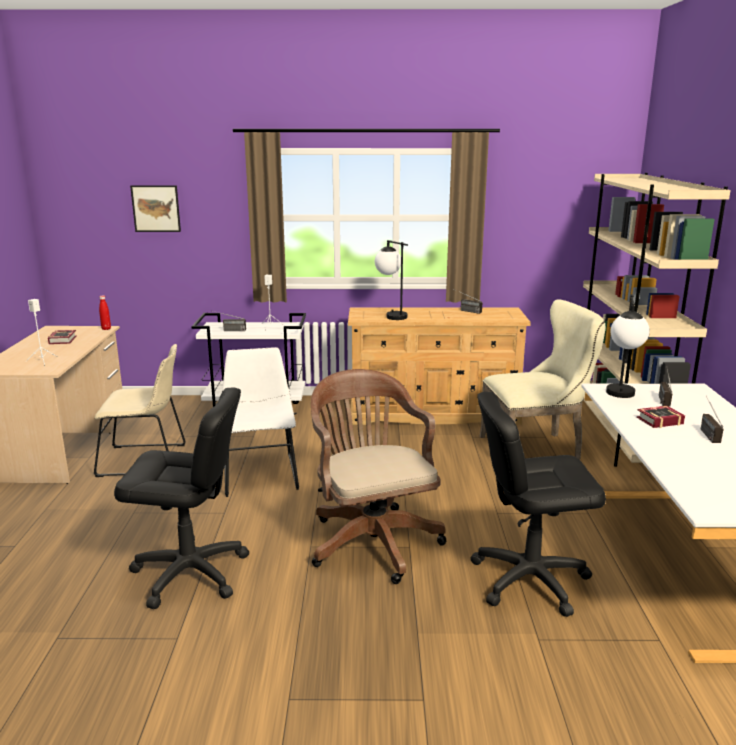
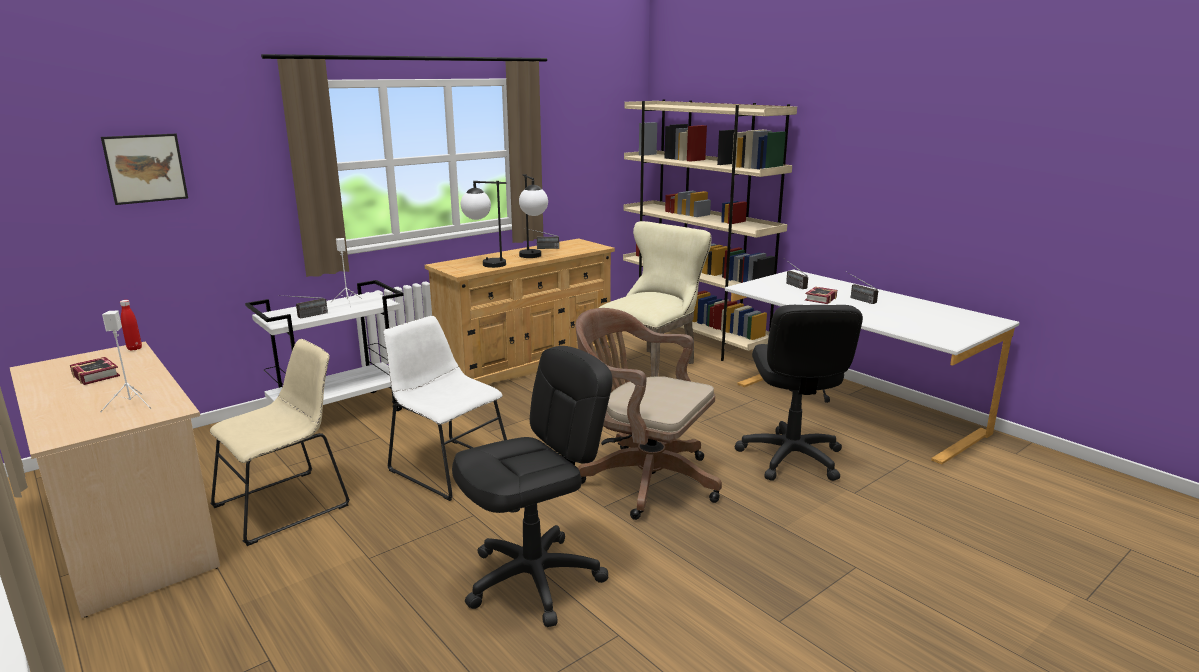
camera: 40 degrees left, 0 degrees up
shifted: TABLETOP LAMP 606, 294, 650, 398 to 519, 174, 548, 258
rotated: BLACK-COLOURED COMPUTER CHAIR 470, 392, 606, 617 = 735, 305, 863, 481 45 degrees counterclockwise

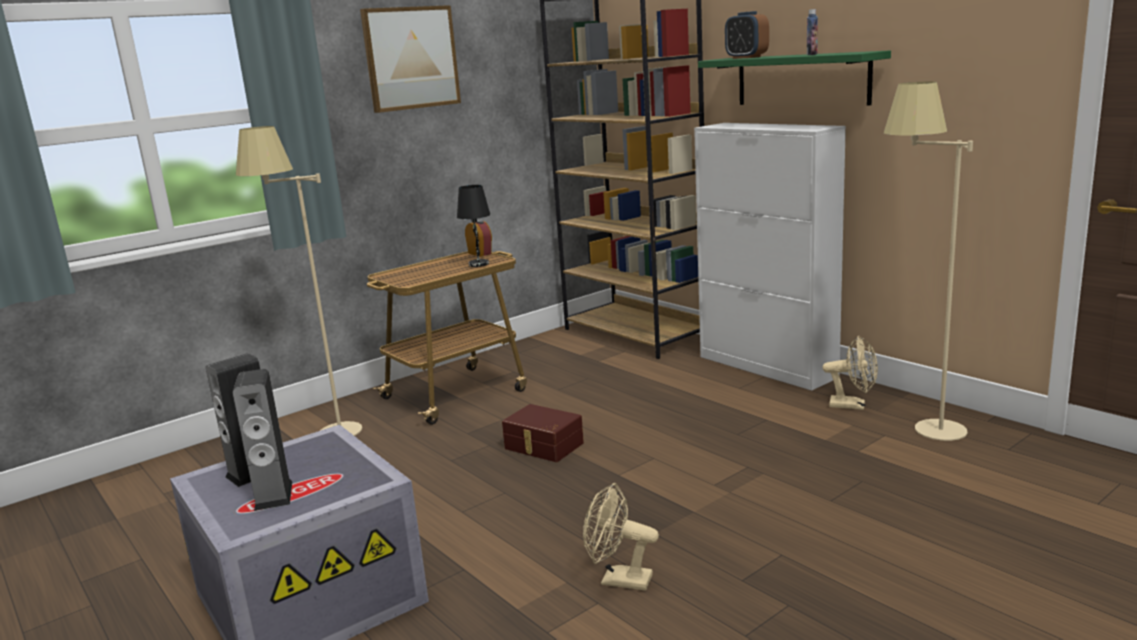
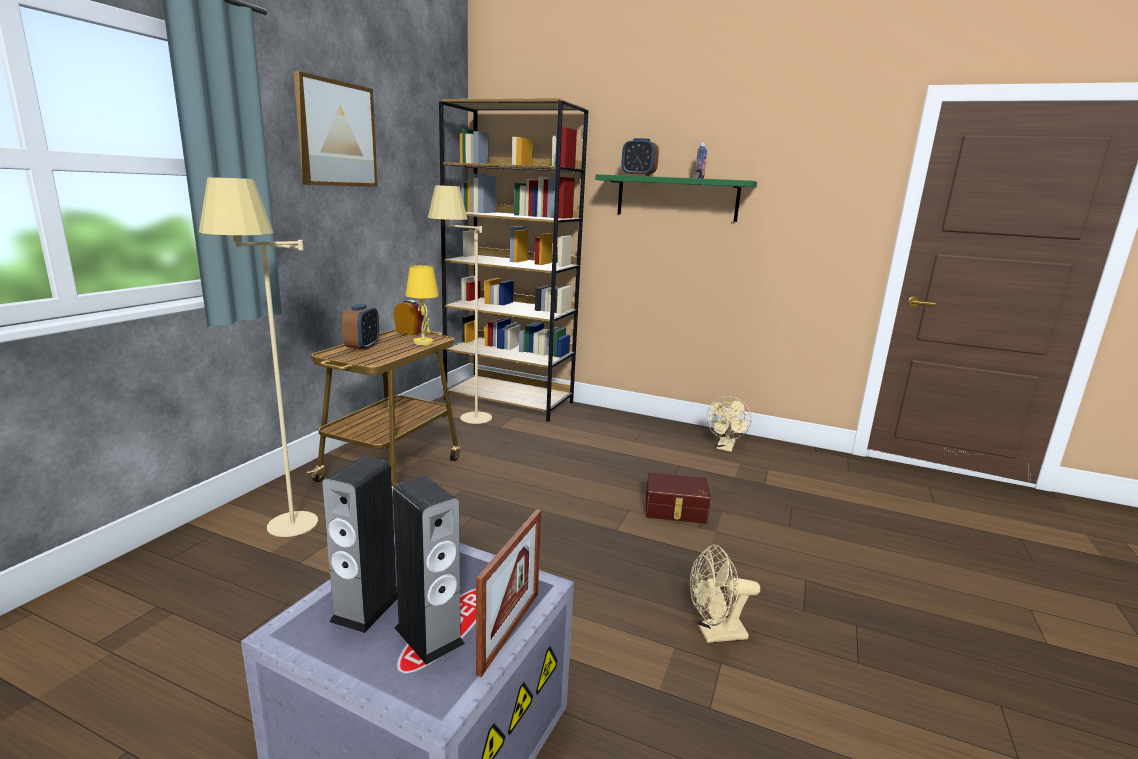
camera: 30 degrees left, 0 degrees up
gone: WHITE-COLOURED STORAGE CABINET 694, 123, 846, 390
new: ALARM CLOCK 342, 304, 379, 351; PHOTO FRAME 476, 509, 541, 677
shifted: BEIGE STANDING LAMP 884, 81, 973, 441 to 428, 185, 492, 424; BROWN STORAGE BOX 502, 404, 584, 462 to 646, 473, 711, 524
repainted: BLACK-COLOURED TABLETOP LAMP 457, 185, 490, 267 to YELLOWISH TABLETOP LAMP 405, 265, 439, 345
rotated: BEIGE COOLING FAN 822, 336, 878, 410 = 706, 396, 752, 452 120 degrees clockwise

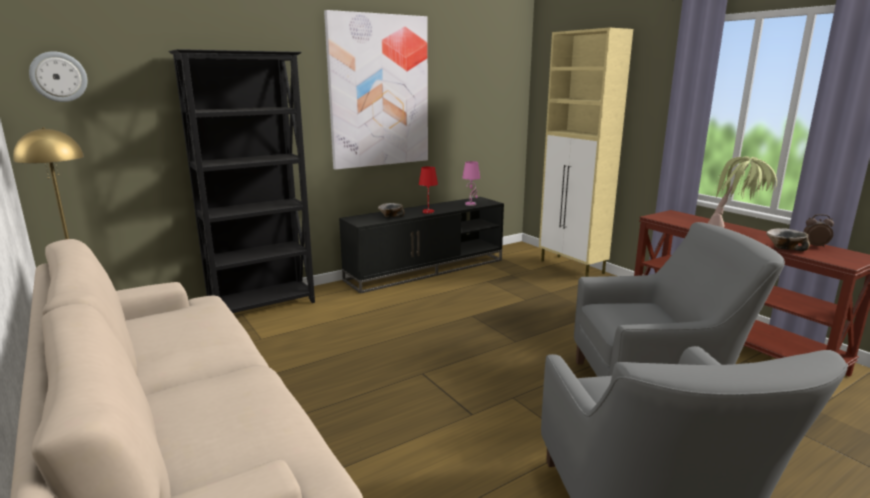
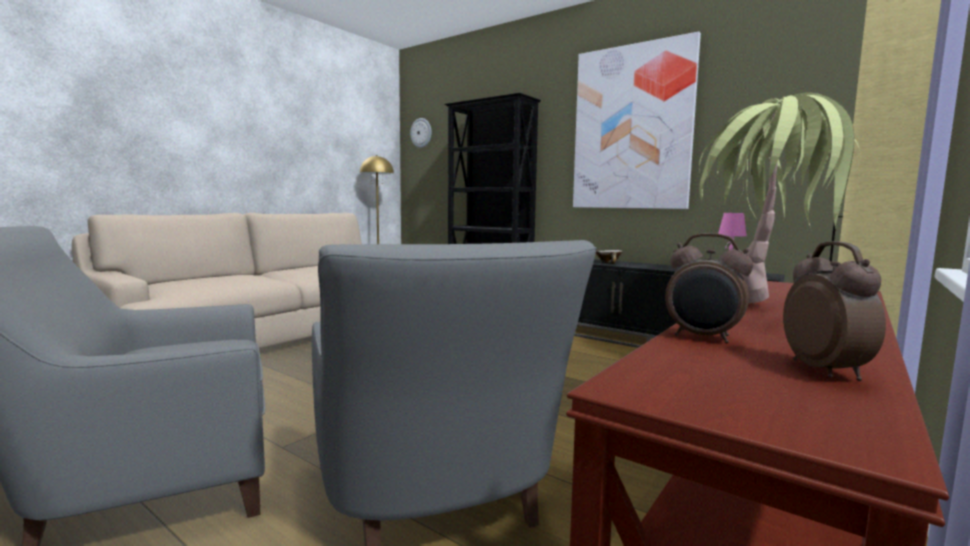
camera: 70 degrees right, 10 degrees down
gone: RED-COLOURED TABLETOP LAMP 419, 166, 438, 214
swapped: BOWL 766, 228, 810, 251 to ALARM CLOCK 665, 233, 753, 343

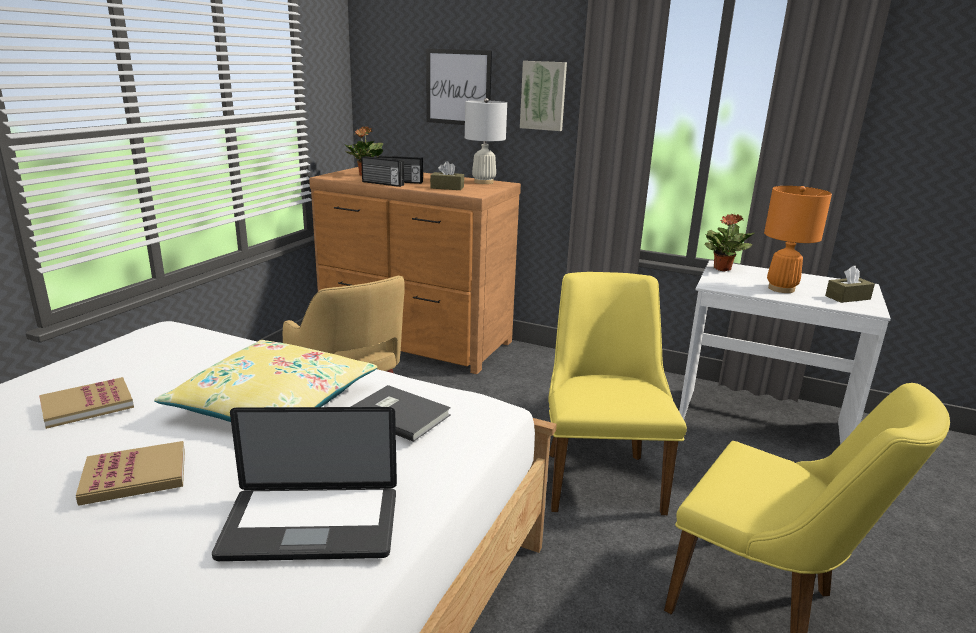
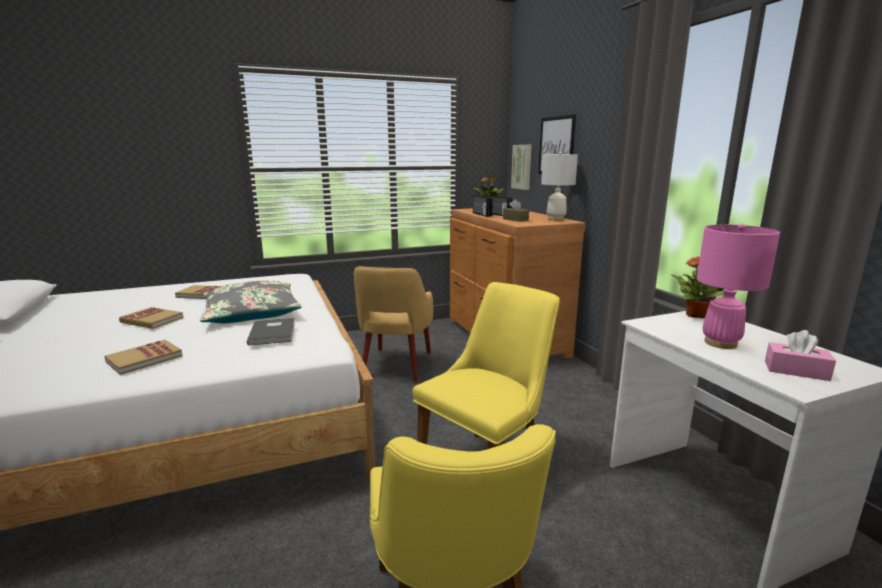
camera: 45 degrees right, 5 degrees down
shifted: WALL ART 520, 61, 567, 131 to 511, 145, 532, 190
swapped: LAPTOP 212, 407, 397, 561 to BOUND BOOK 104, 340, 183, 375
repainted: ORANGEY TABLETOP LAMP 764, 186, 832, 293 to PINKISH TABLETOP LAMP 697, 224, 780, 349; BROWN BOX OF TISSUES 825, 266, 875, 303 to PINKISH BOX OF TISSUES 765, 330, 836, 381; YELLOWISH PILLOW 154, 340, 378, 422 to GRAY PILLOW 200, 280, 302, 323

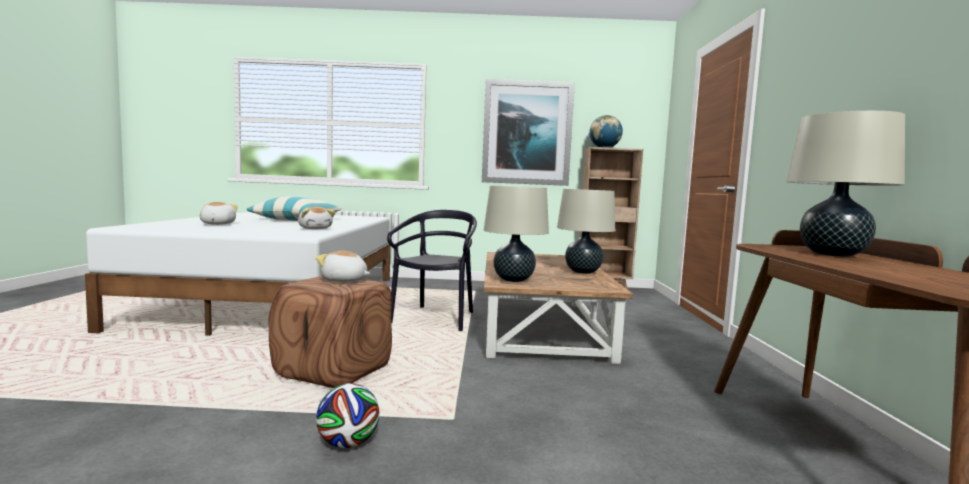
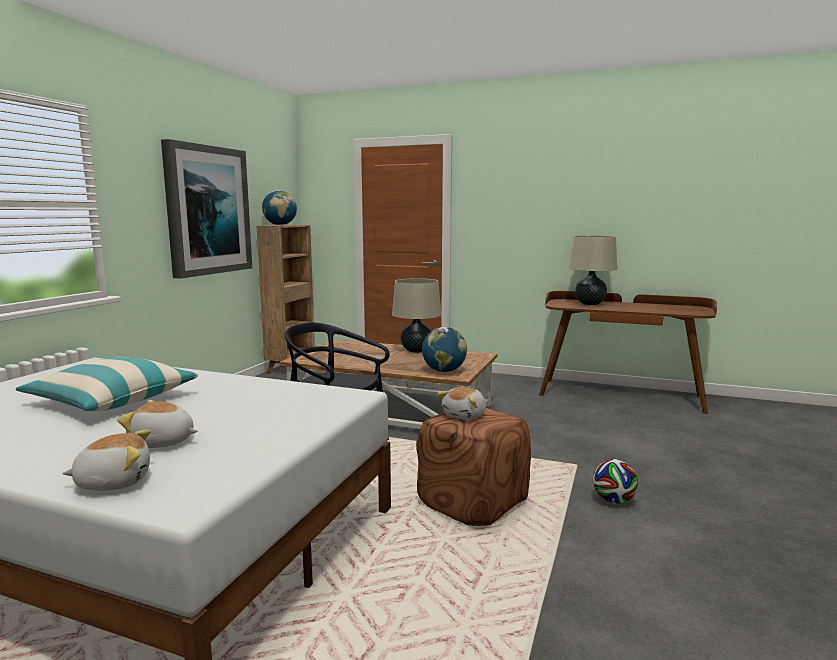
camera: 70 degrees left, 5 degrees up
shifted: PLUSH TOY 298, 207, 335, 229 to 62, 430, 150, 491
swapped: BEIGE TABLETOP LAMP 484, 186, 549, 282 to DESK GLOBE 422, 327, 467, 372

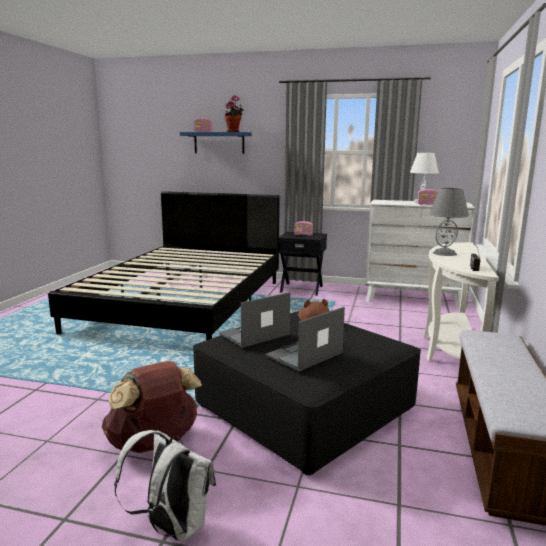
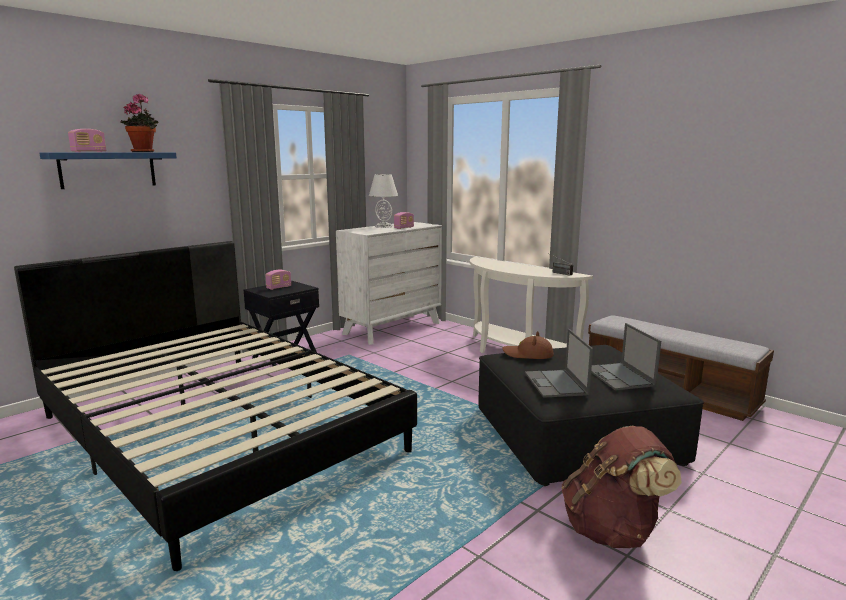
camera: 60 degrees left, 0 degrees up
gone: GRAY TABLETOP LAMP 429, 188, 469, 256; WHITE-COLOURED KNAPSACK 114, 430, 216, 542

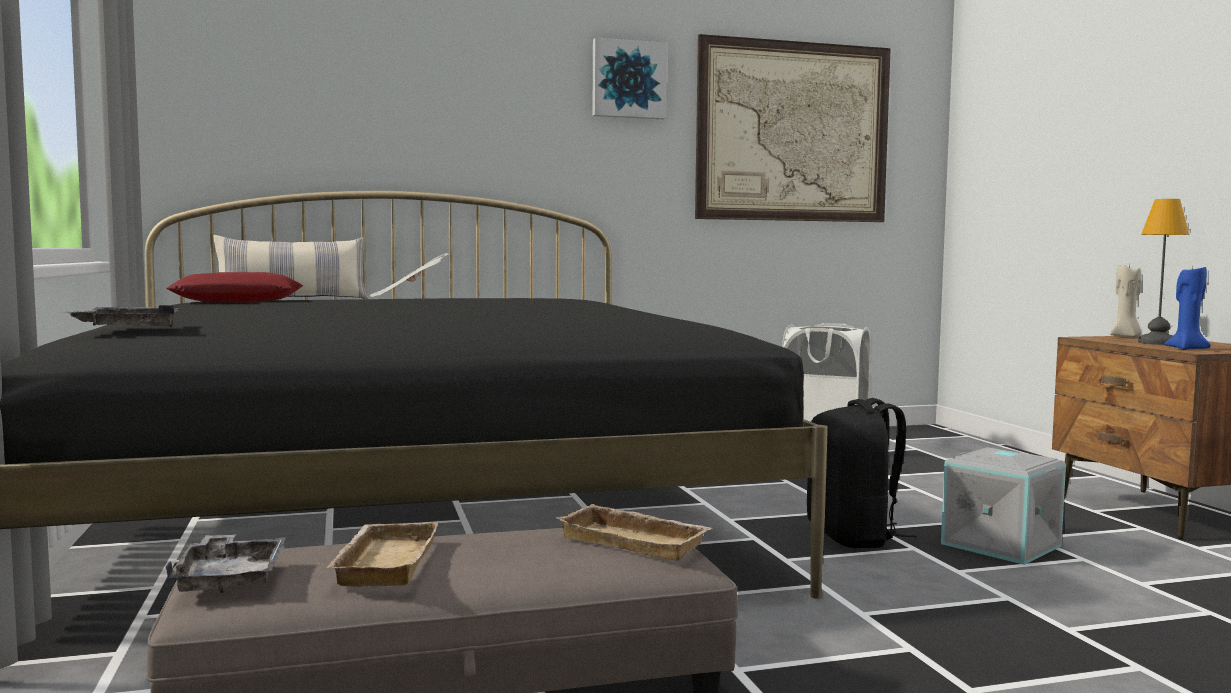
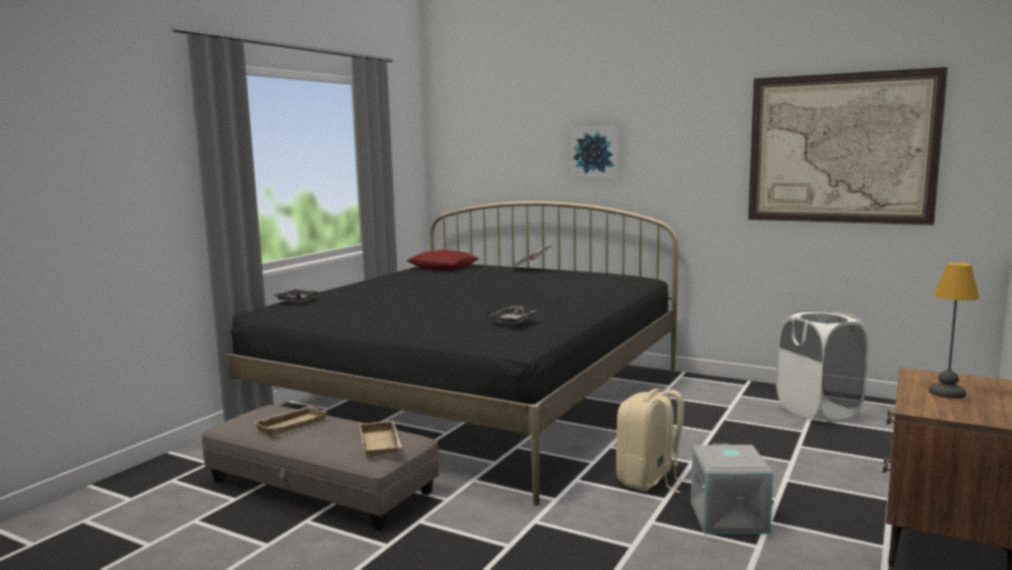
camera: 45 degrees right, 5 degrees up
gone: PILLOW 214, 235, 368, 299; BEIGE CANDLE 1109, 265, 1142, 337; BLUISH CANDLE 1164, 265, 1211, 350
shifted: WALL ART 592, 38, 667, 119 to 571, 126, 620, 178; GRAY CARRYING TRAY 165, 534, 286, 593 to 486, 306, 537, 325
repainted: BLACK-COLOURED KNAPSACK 807, 398, 917, 548 to BEIGE KNAPSACK 616, 389, 691, 493

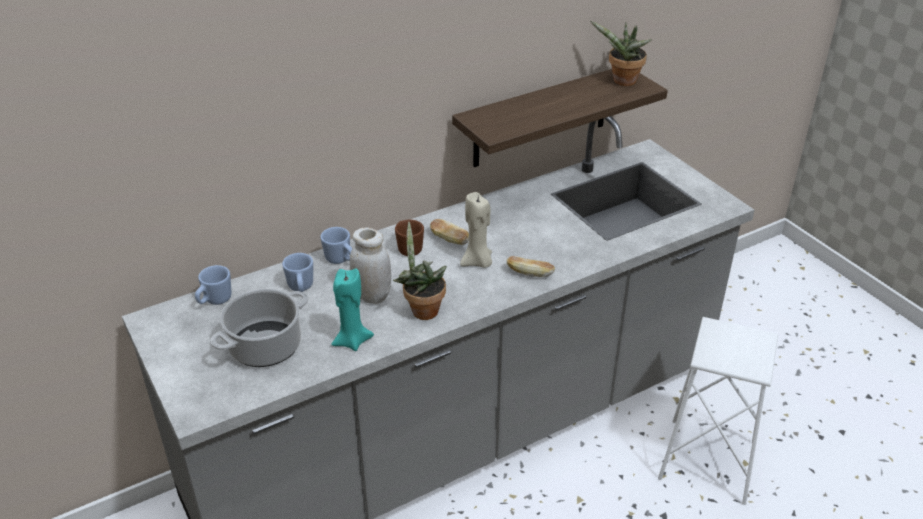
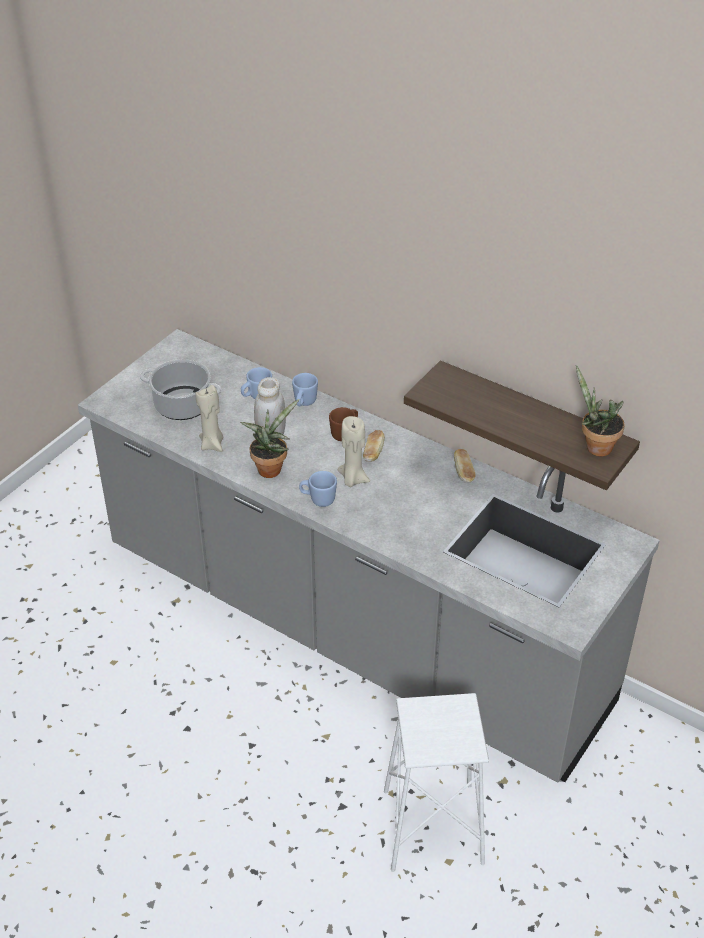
camera: 65 degrees right, 5 degrees up
shifted: BREAD 507, 256, 555, 277 to 454, 449, 475, 483; BLUISH TEA MUG 195, 265, 231, 305 to 299, 471, 337, 507
repainted: TURQUOISE-COLOURED CANDLE 331, 268, 374, 351 to BEIGE CANDLE 195, 385, 223, 452

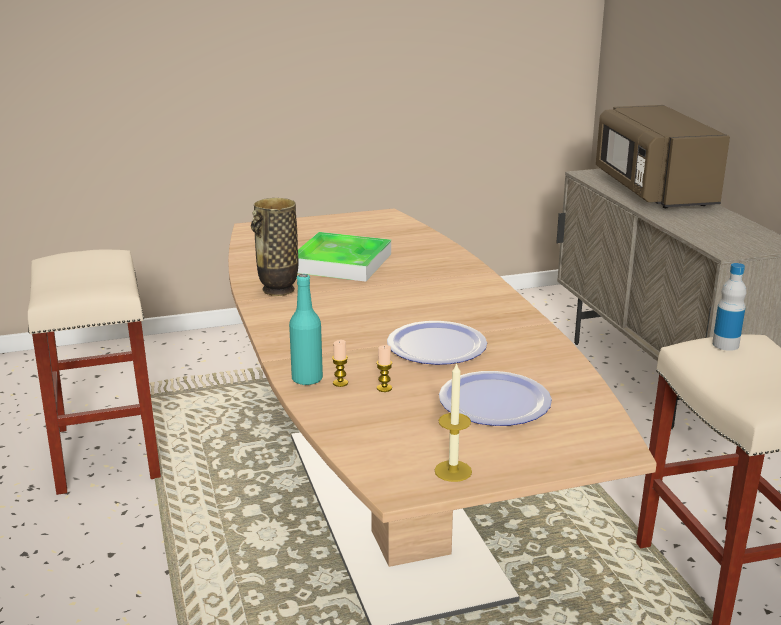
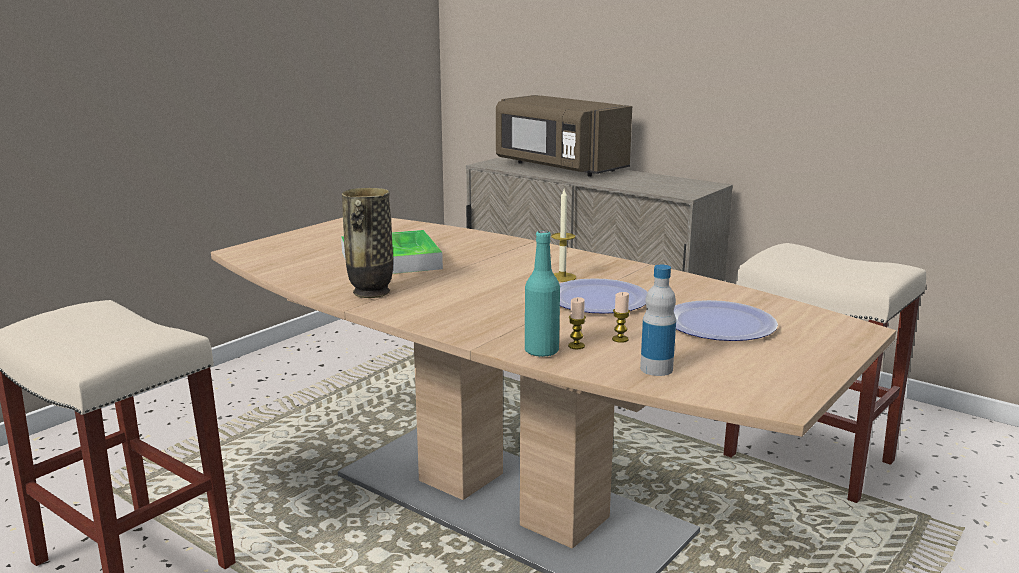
camera: 35 degrees left, 5 degrees down
shifted: BOTTLE 712, 263, 746, 351 to 640, 265, 676, 376; CANDLE 434, 362, 472, 482 to 551, 189, 576, 282

